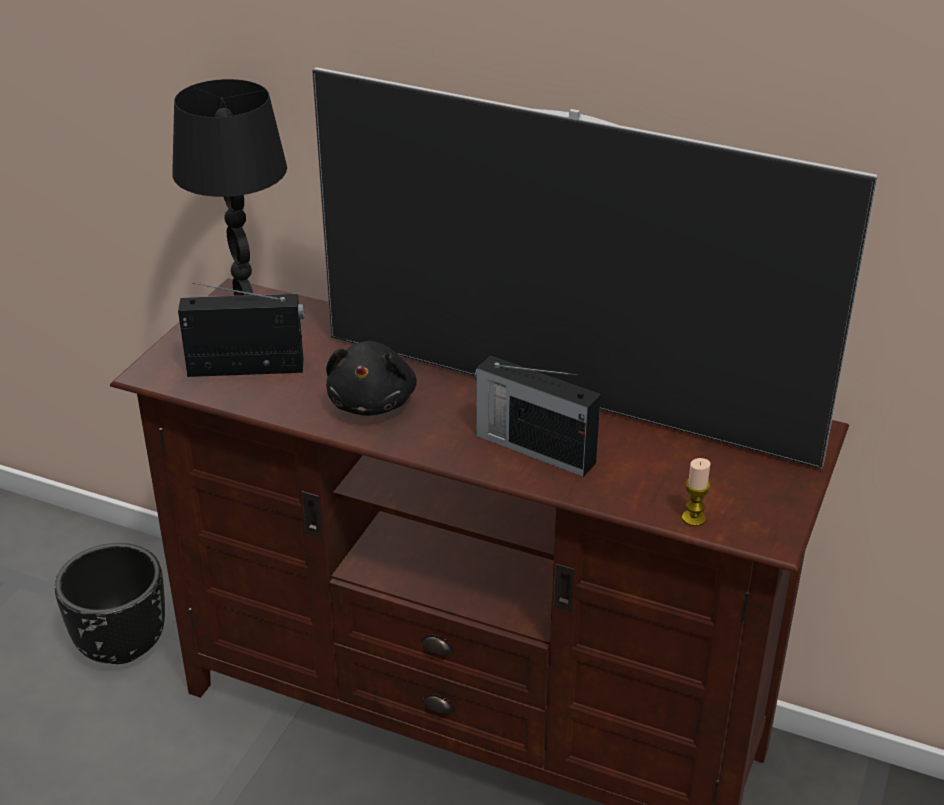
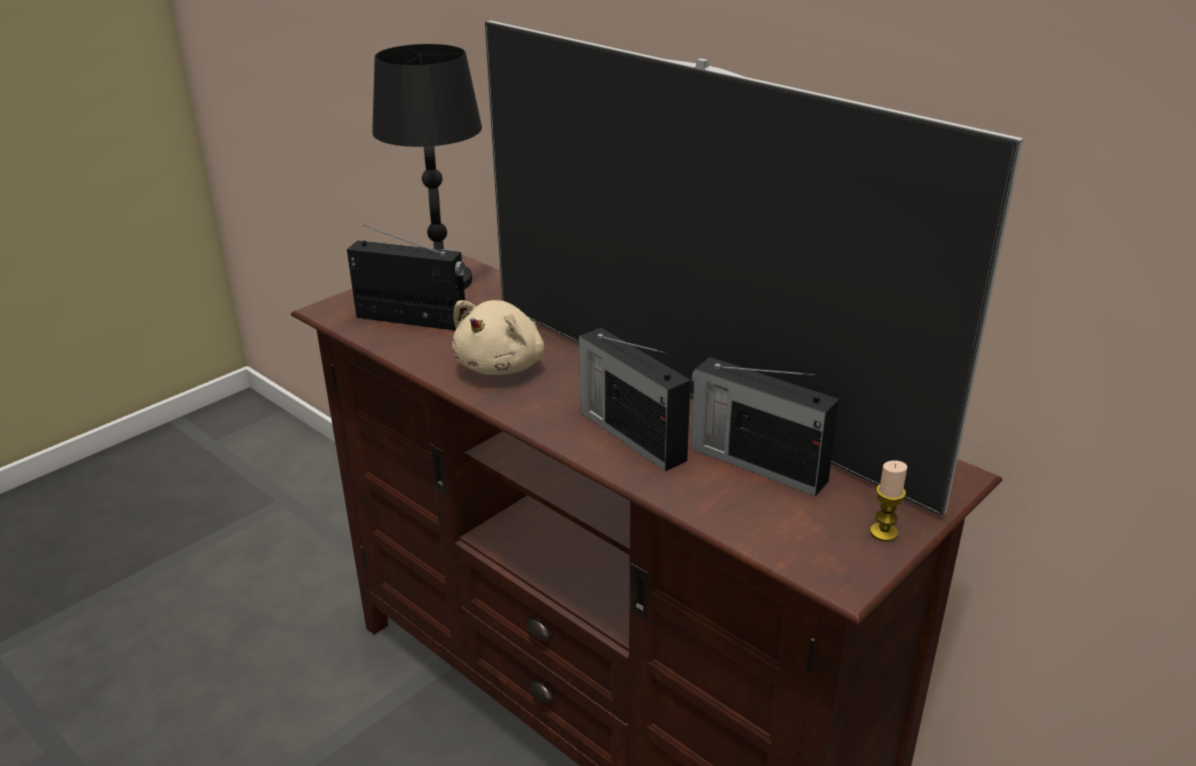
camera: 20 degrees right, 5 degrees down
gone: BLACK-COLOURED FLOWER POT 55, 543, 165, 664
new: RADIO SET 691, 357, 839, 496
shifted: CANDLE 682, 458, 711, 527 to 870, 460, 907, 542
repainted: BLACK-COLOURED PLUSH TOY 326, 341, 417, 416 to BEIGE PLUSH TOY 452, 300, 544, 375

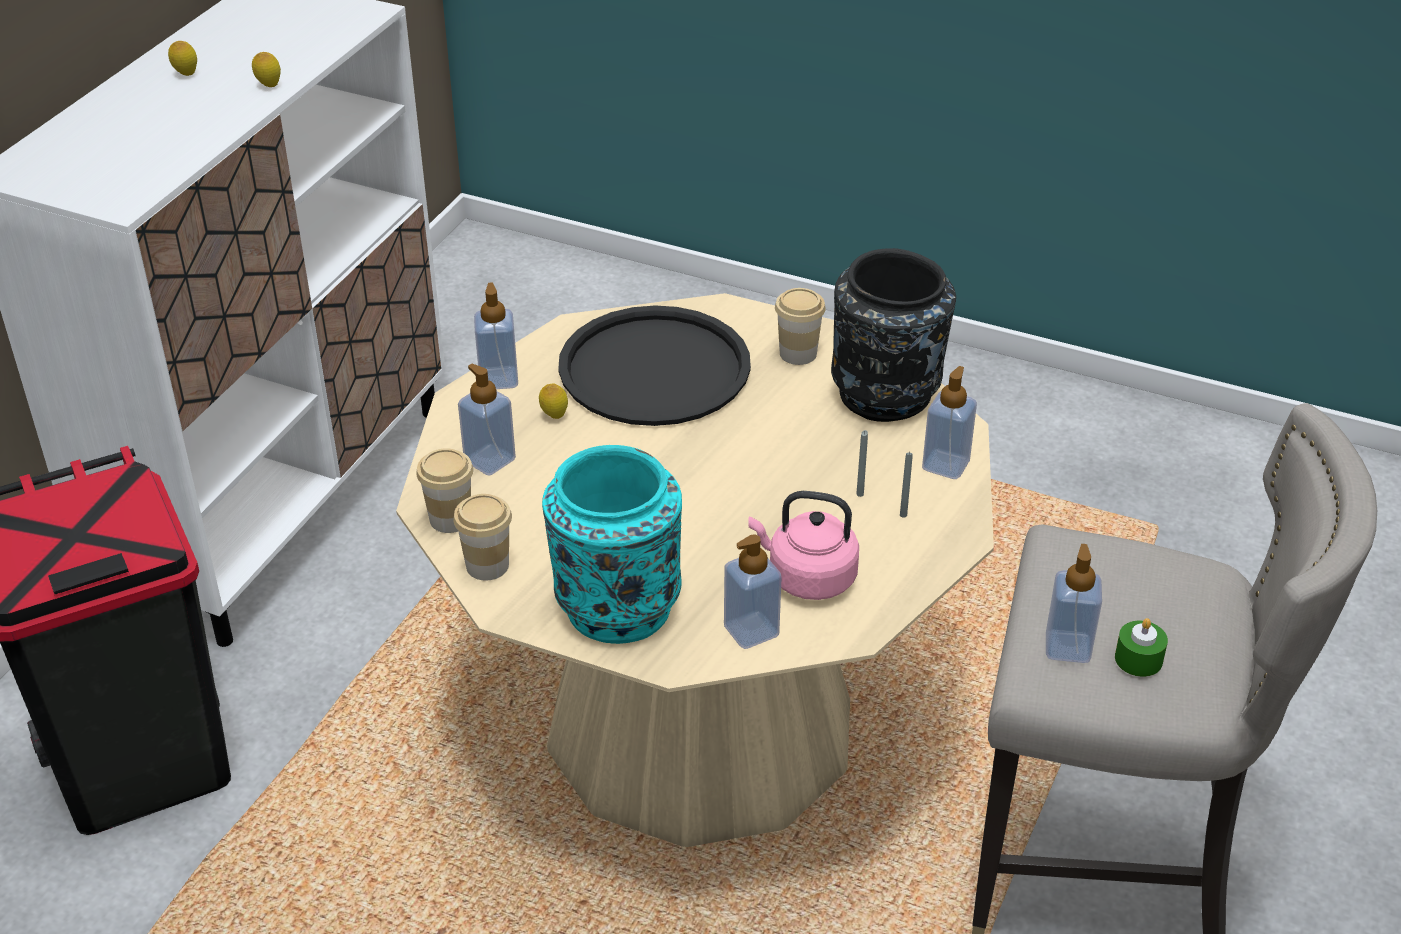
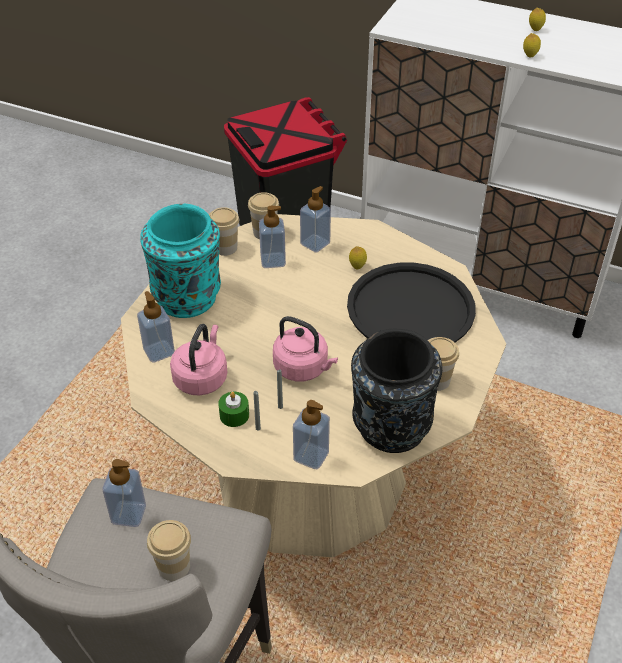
camera: 90 degrees right, 5 degrees up
new: PINKISH TEA KETTLE 273, 316, 338, 381; SMALL CUP 147, 520, 191, 581
shifted: SOAP BOTTLE 474, 283, 518, 389 to 259, 206, 286, 268; GREEN-COLOURED CANDLE 1115, 618, 1168, 677 to 218, 392, 249, 427

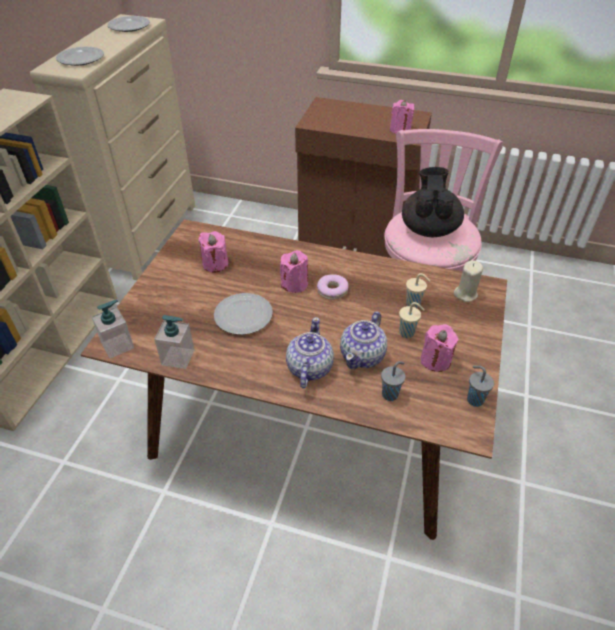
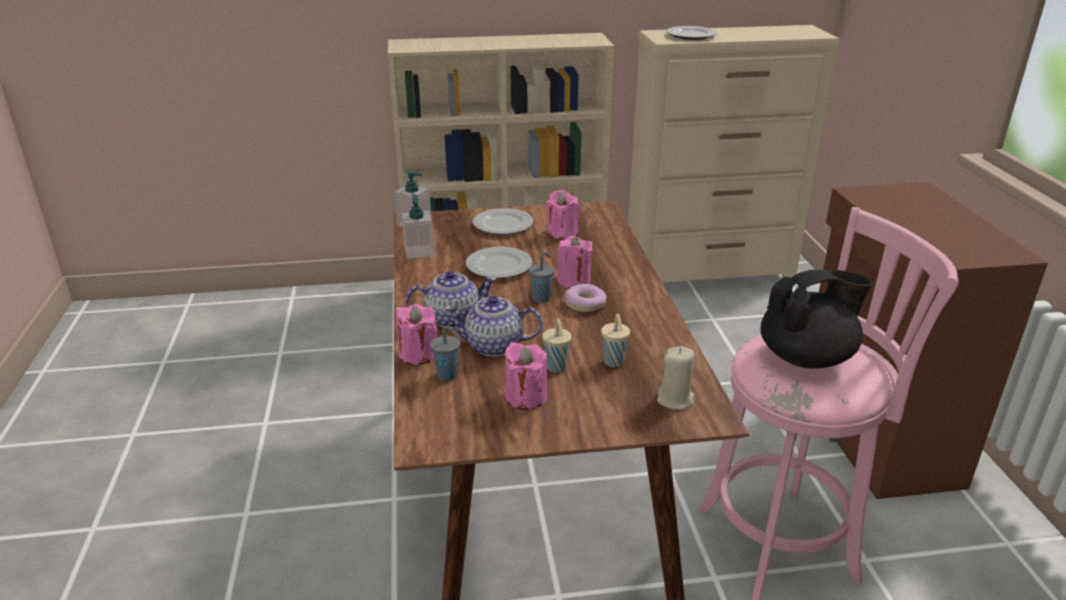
camera: 65 degrees right, 15 degrees down
shifted: FLAT DISH 107, 16, 150, 32 to 473, 208, 533, 234; PINKISH CANDLE 390, 100, 414, 134 to 396, 304, 438, 365; GRAY SMALL CUP 467, 366, 494, 407 to 529, 251, 554, 303

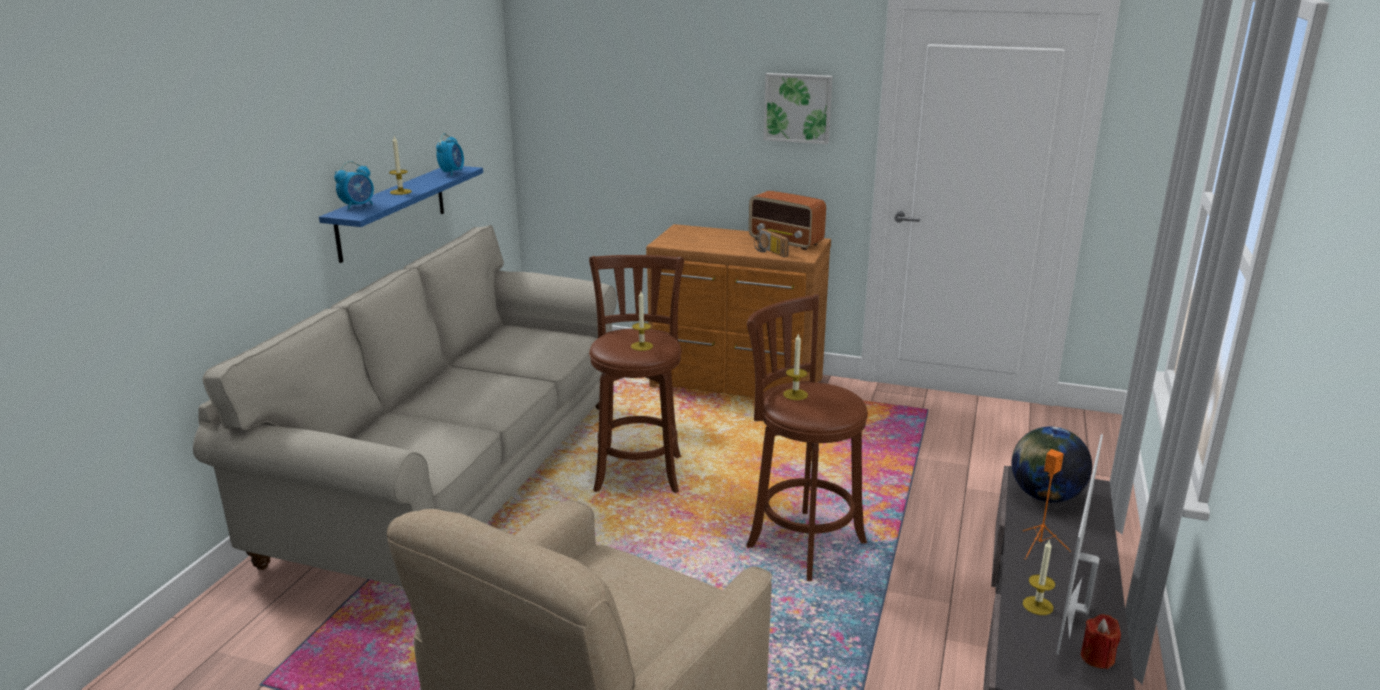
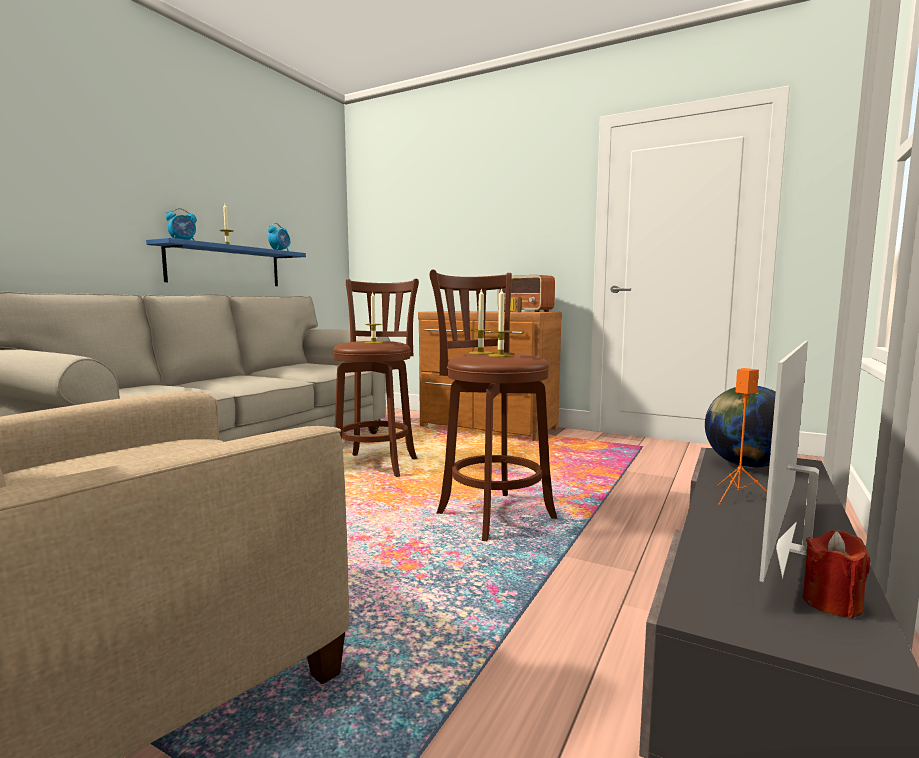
camera: 10 degrees right, 15 degrees down
gone: WALL ART 764, 73, 833, 144
shifted: CANDLE 1023, 539, 1055, 615 to 488, 287, 513, 357

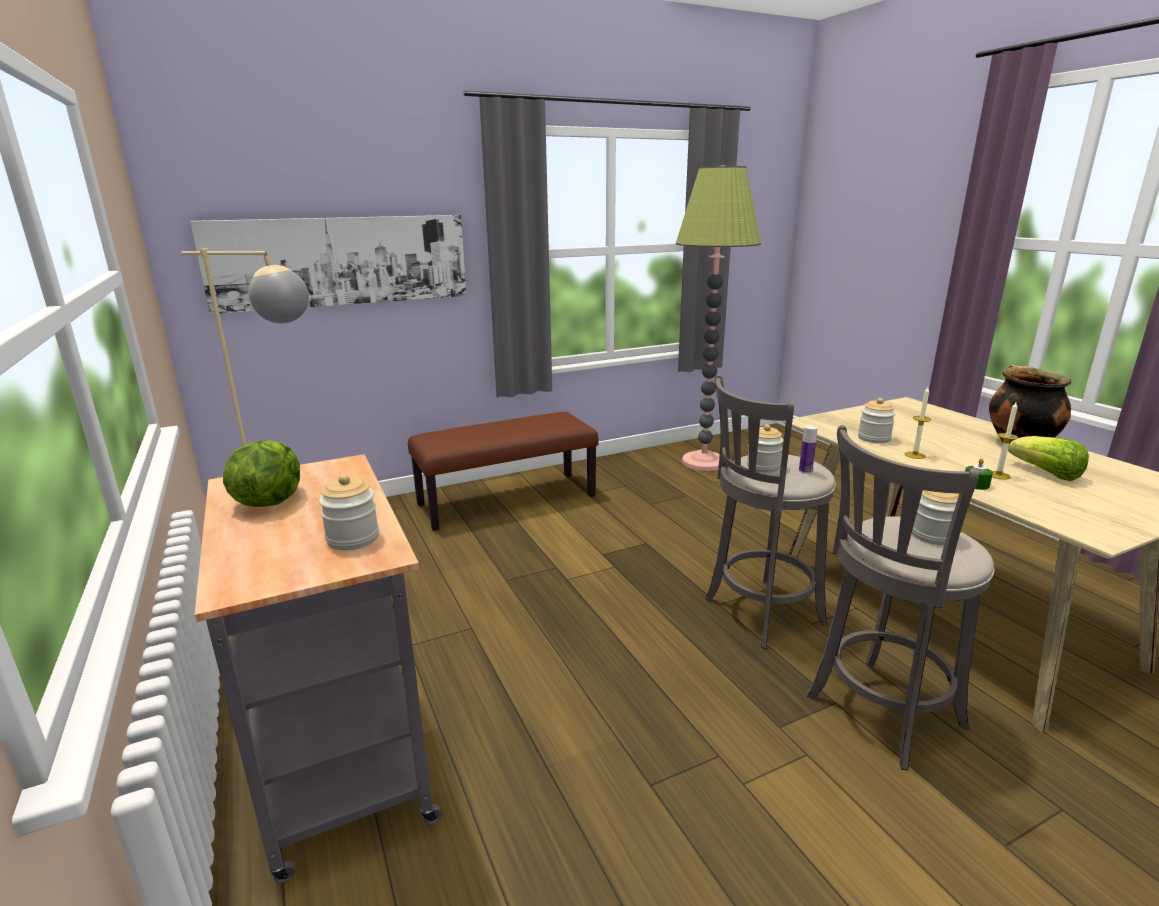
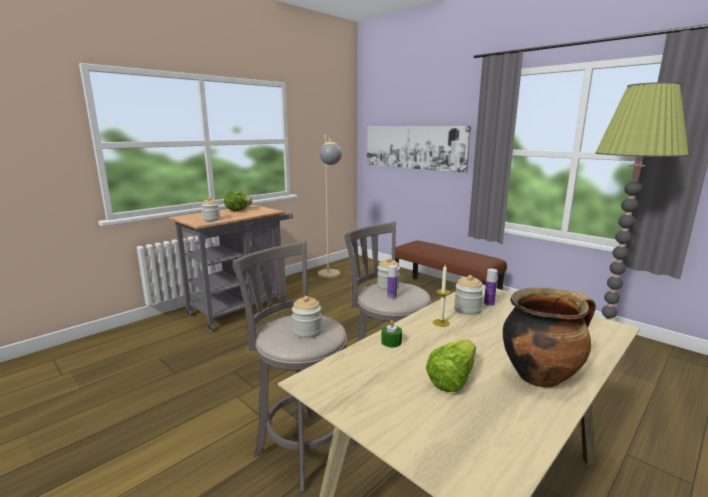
camera: 70 degrees right, 5 degrees down
gone: CANDLE 992, 402, 1018, 480
new: BOTTLE 484, 269, 498, 306

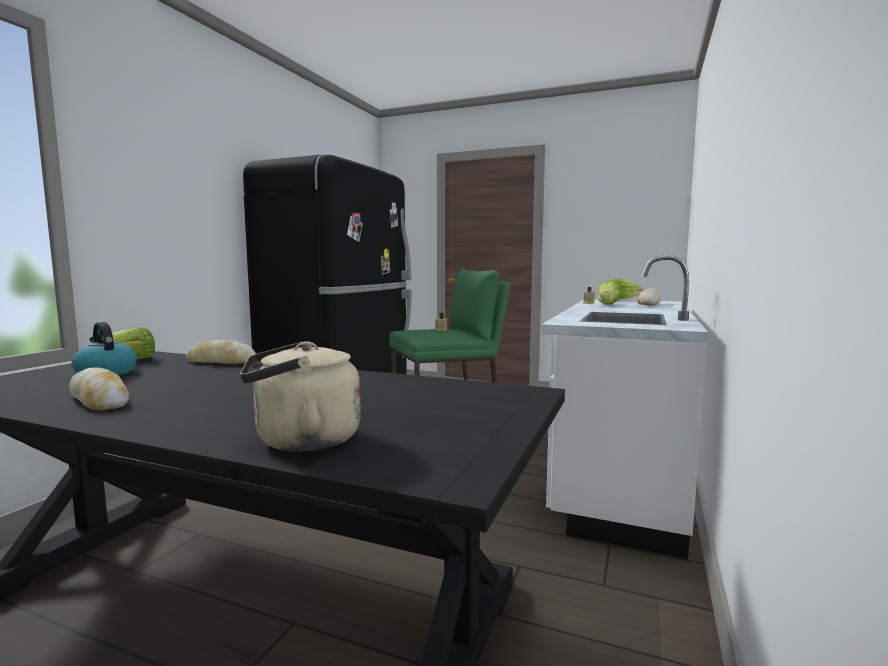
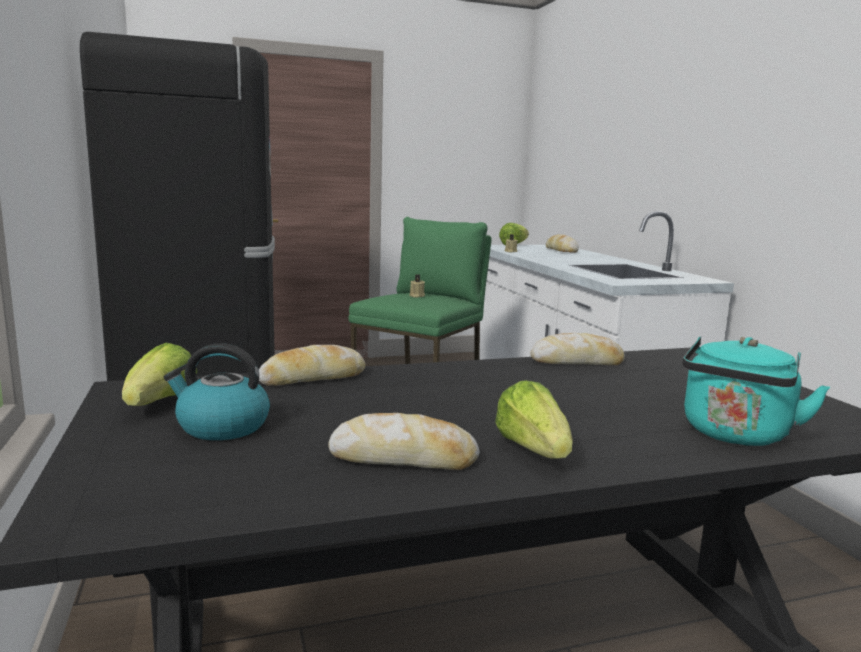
camera: 40 degrees left, 5 degrees up
new: BREAD 530, 333, 625, 365
shifted: LETTUCE 597, 280, 622, 305 to 495, 380, 573, 459
repainted: BEIGE TEA KETTLE 240, 341, 361, 452 to TURQUOISE-COLOURED TEA KETTLE 682, 337, 830, 446

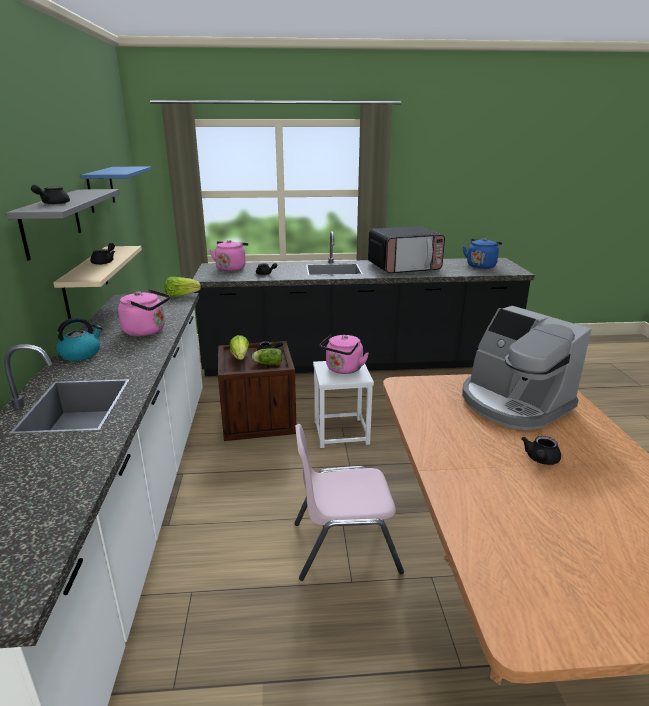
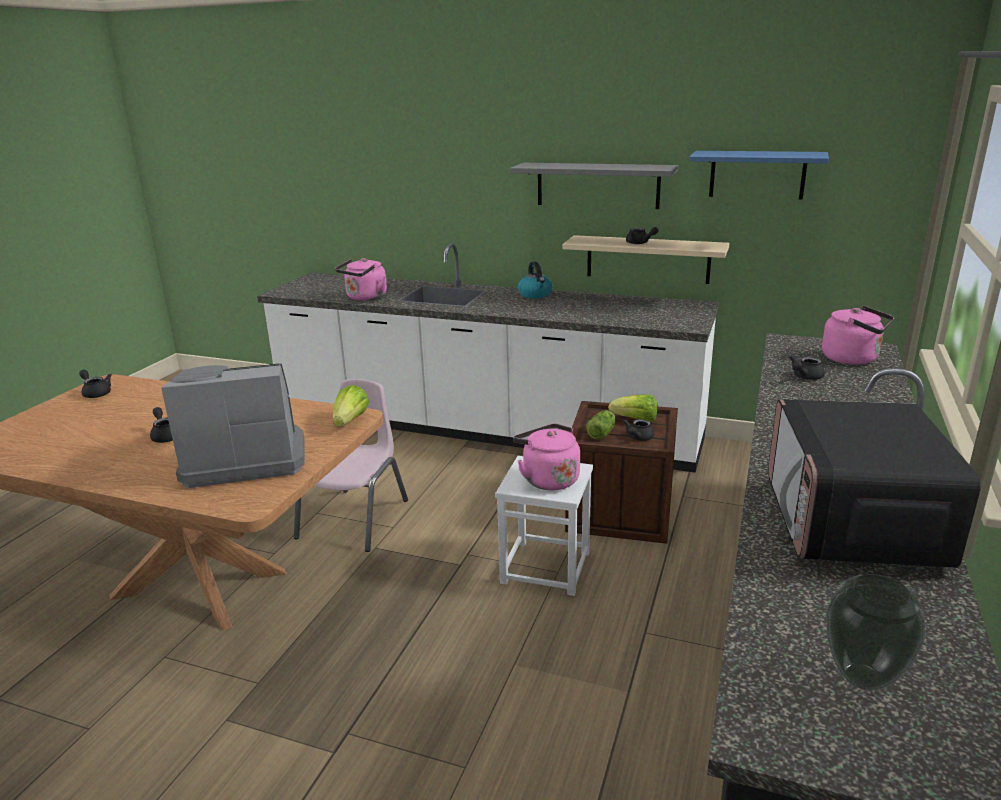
camera: 115 degrees right, 0 degrees up
shifted: BLACK-COLOURED TEAPOT 31, 185, 70, 205 to 79, 370, 112, 398; LETTUCE 165, 277, 201, 298 to 333, 385, 369, 427; PINKISH TEA KETTLE 118, 289, 170, 336 to 335, 258, 387, 301
swapped: BLUISH TEA KETTLE 463, 238, 502, 269 to VASE 826, 574, 925, 691

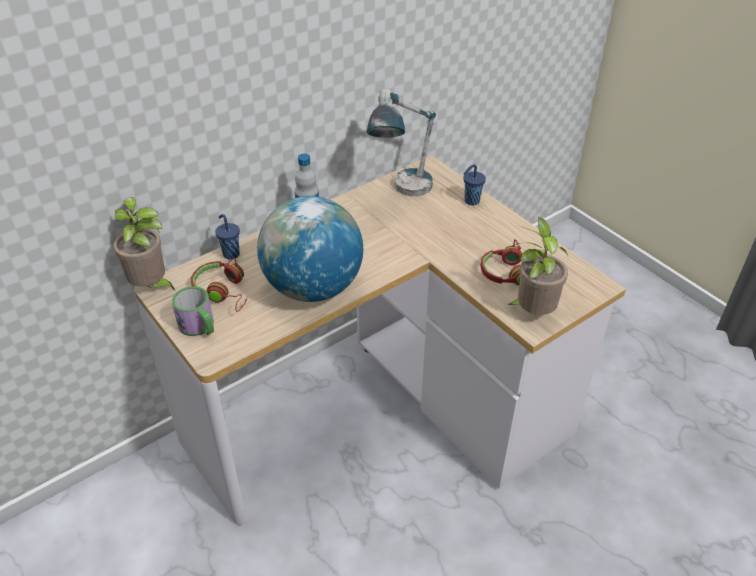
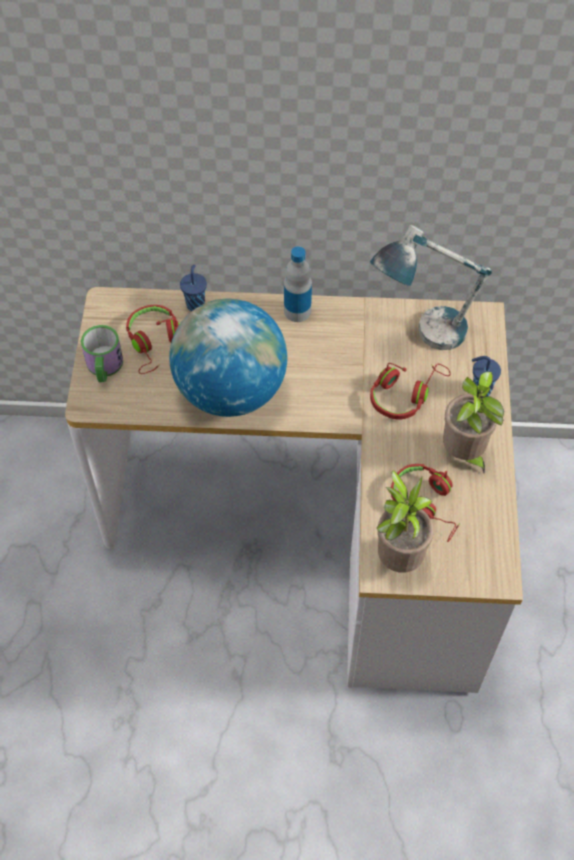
camera: 40 degrees right, 15 degrees up
new: RED-COLOURED HEADPHONES 370, 363, 451, 420
shifted: HOUSEPLANT 114, 197, 175, 290 to 443, 372, 504, 473

